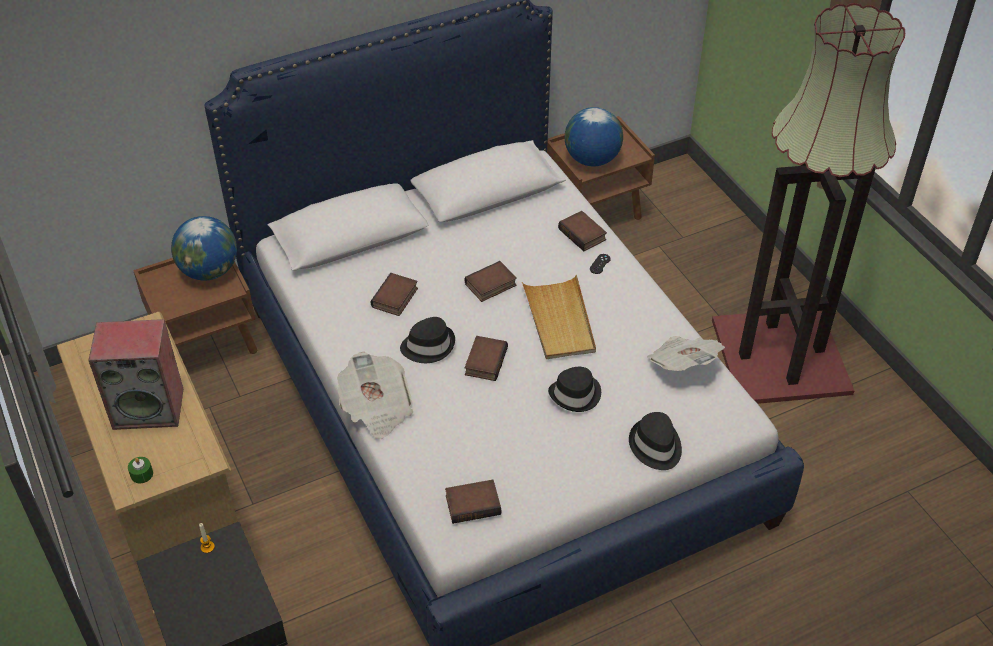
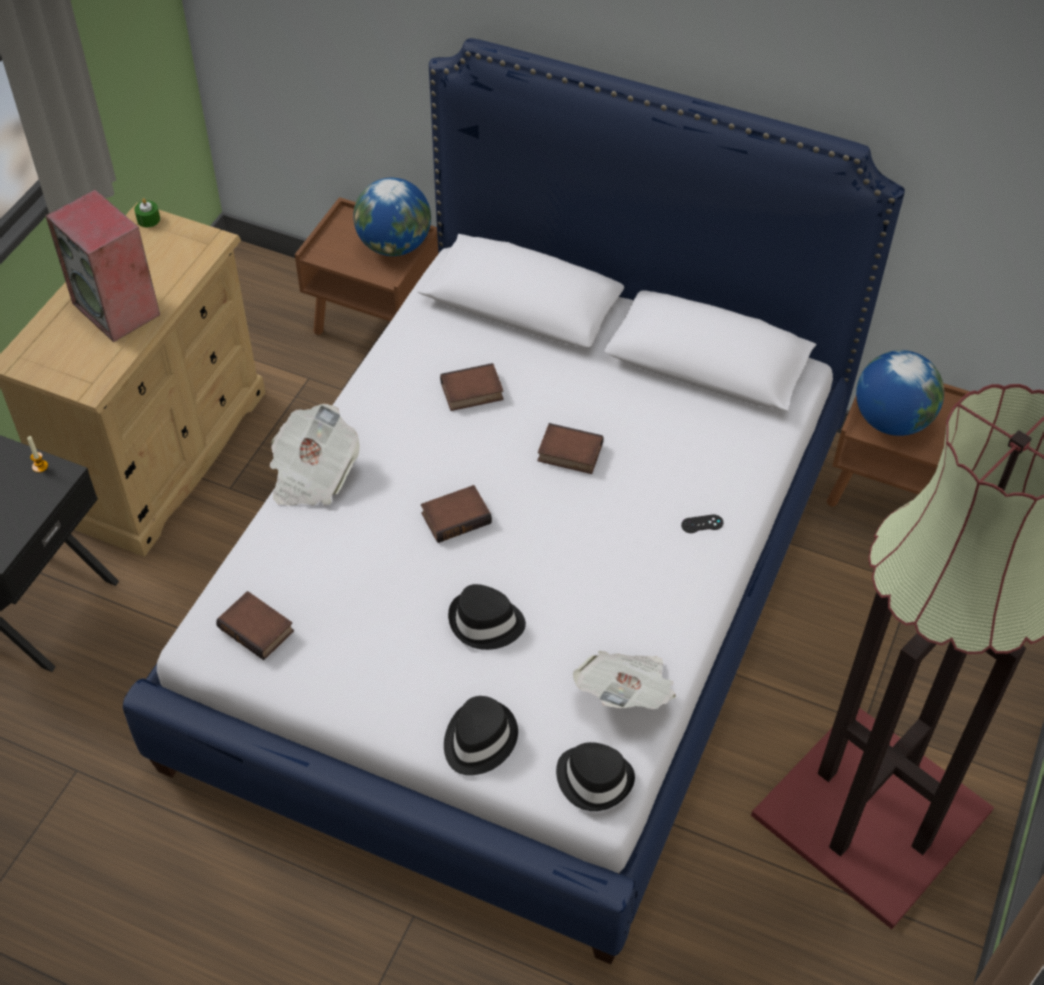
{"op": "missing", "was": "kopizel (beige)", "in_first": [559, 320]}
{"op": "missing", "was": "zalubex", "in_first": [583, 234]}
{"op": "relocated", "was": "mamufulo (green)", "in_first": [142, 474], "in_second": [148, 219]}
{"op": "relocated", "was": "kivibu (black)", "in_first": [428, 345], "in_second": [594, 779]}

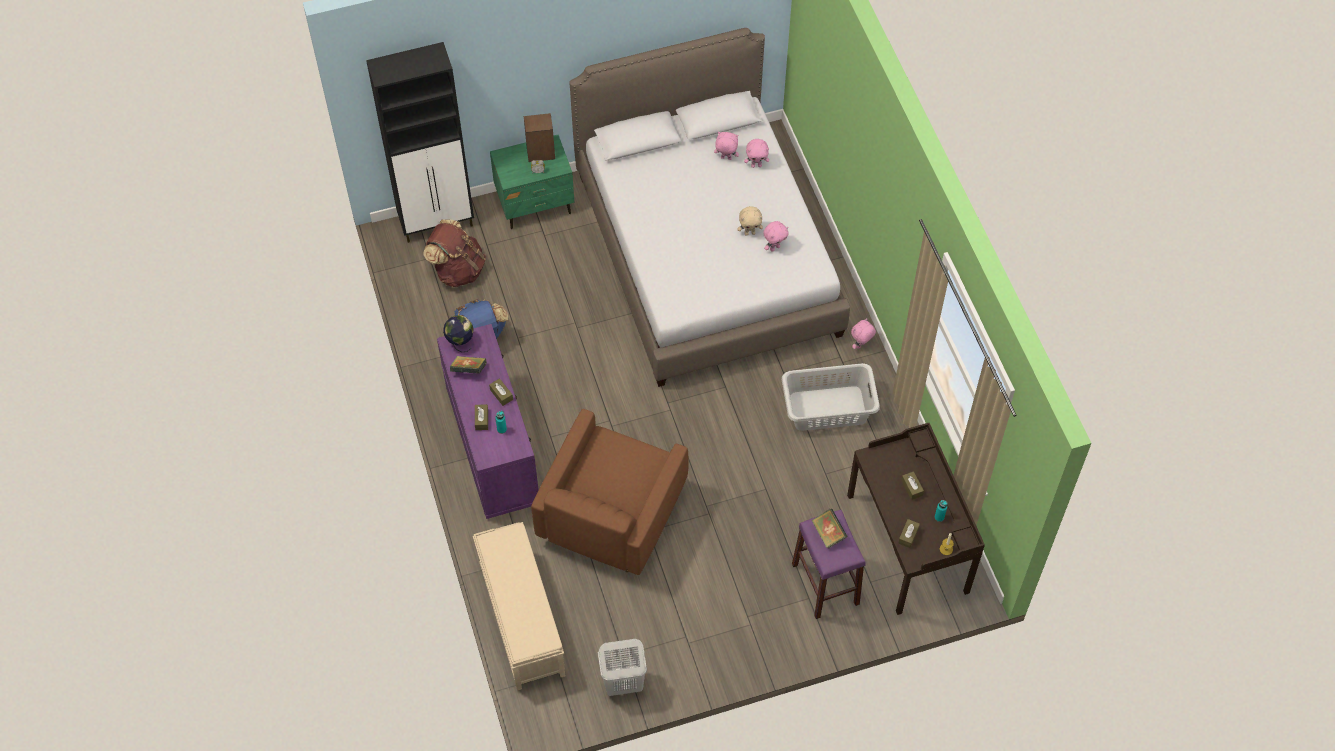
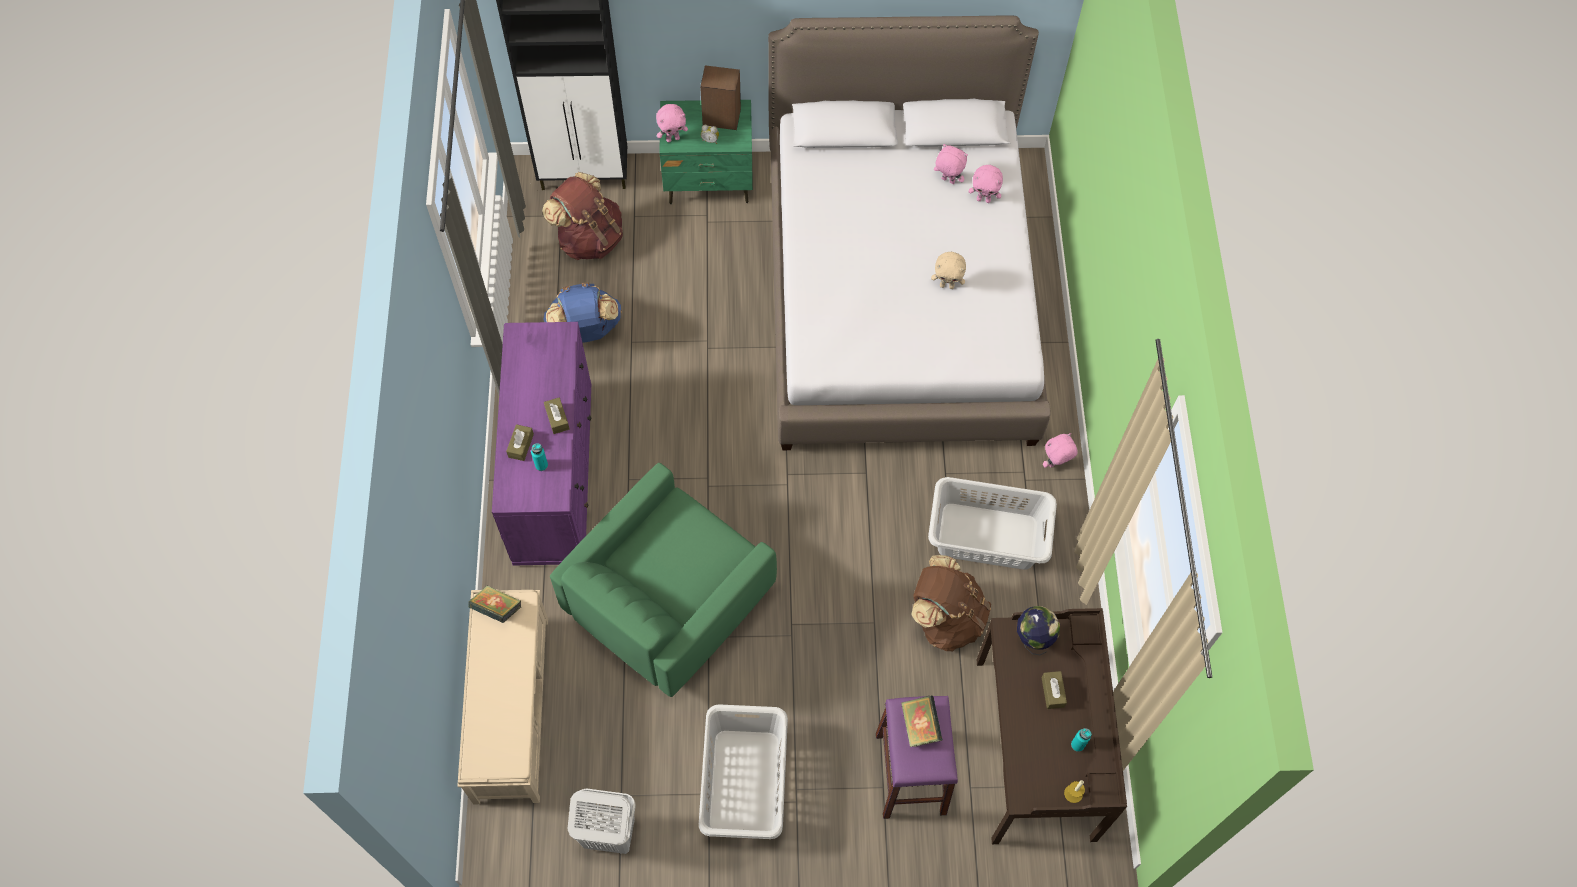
{"op": "missing", "was": "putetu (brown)", "in_first": [908, 536]}
{"op": "appeared", "now": "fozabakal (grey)", "in_second": [743, 782]}
{"op": "appeared", "now": "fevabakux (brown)", "in_second": [946, 618]}
{"op": "relocated", "was": "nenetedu", "in_first": [460, 342], "in_second": [1033, 638]}
{"op": "relocated", "was": "zalubex", "in_first": [469, 370], "in_second": [497, 609]}
{"op": "relocated", "was": "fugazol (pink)", "in_first": [774, 247], "in_second": [673, 138]}
{"op": "colour", "was": "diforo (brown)", "now": "diforo (green)", "in_first": [611, 515], "in_second": [669, 603]}

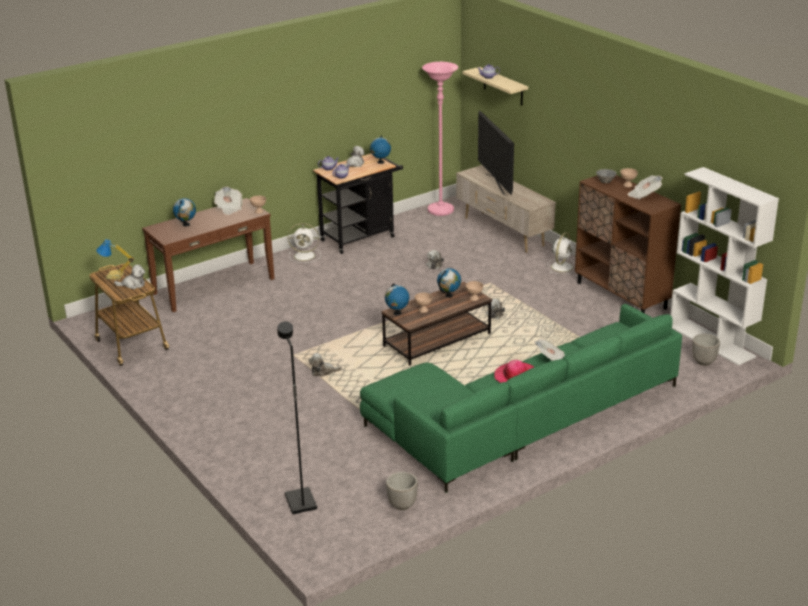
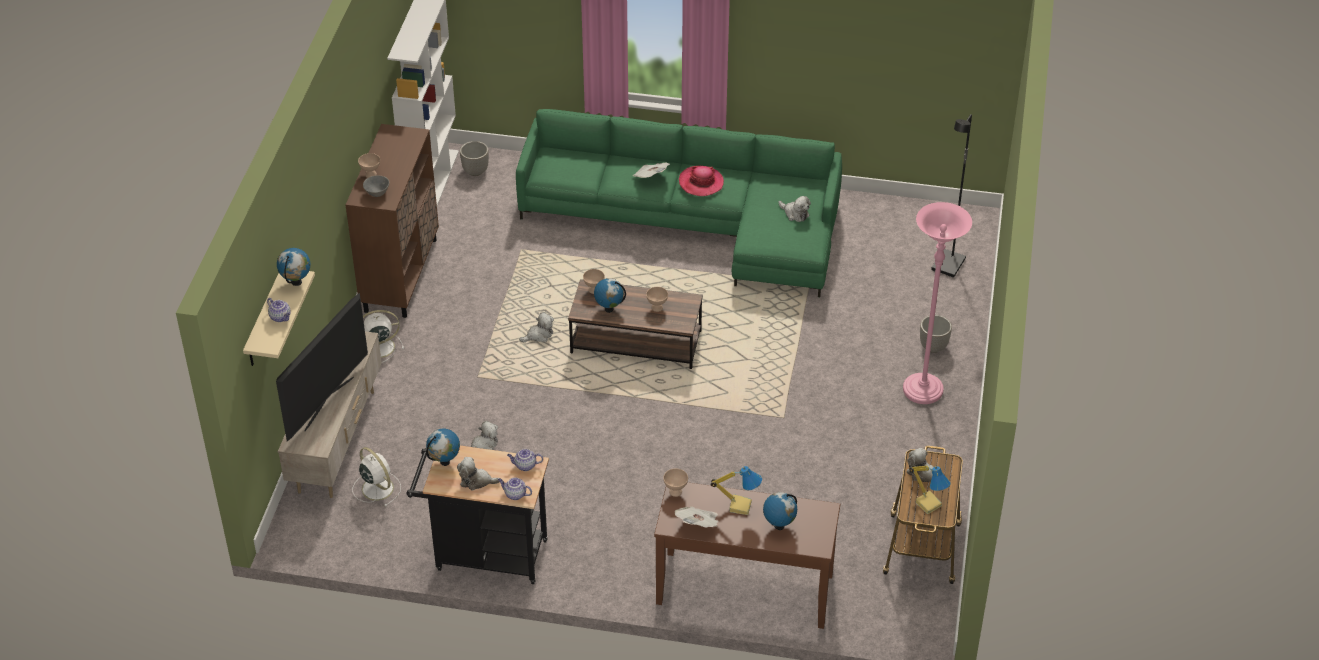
{"op": "missing", "was": "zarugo", "in_first": [644, 195]}
{"op": "appeared", "now": "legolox", "in_second": [740, 505]}
{"op": "relocated", "was": "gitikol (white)", "in_first": [305, 256], "in_second": [376, 488]}
{"op": "relocated", "was": "fugazol", "in_first": [323, 372], "in_second": [795, 214]}
{"op": "relocated", "was": "nenetedu", "in_first": [397, 313], "in_second": [296, 282]}
{"op": "relocated", "was": "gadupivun", "in_first": [402, 505], "in_second": [933, 347]}
{"op": "relocated", "was": "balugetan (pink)", "in_first": [440, 210], "in_second": [922, 391]}

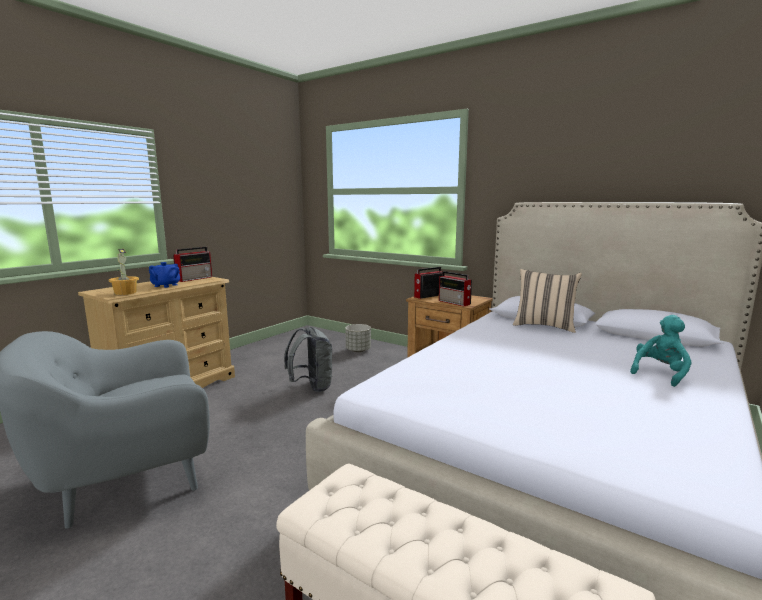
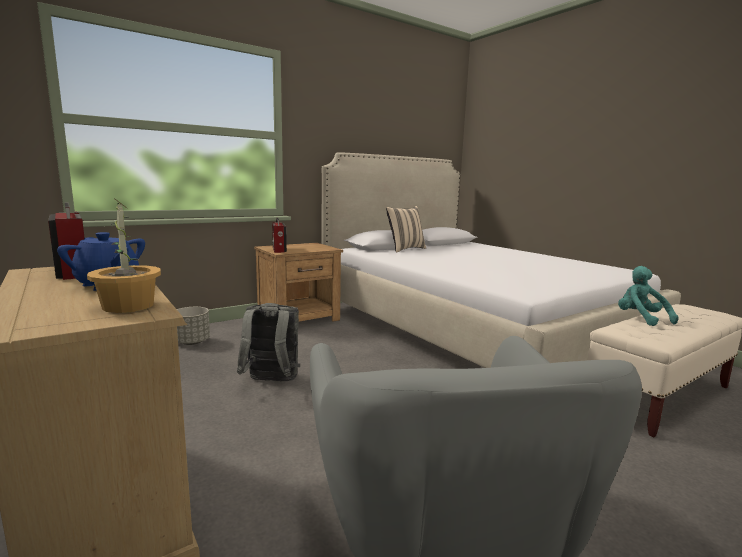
{"op": "missing", "was": "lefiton", "in_first": [455, 303]}
{"op": "relocated", "was": "fugazol (turquoise)", "in_first": [660, 373], "in_second": [640, 319]}

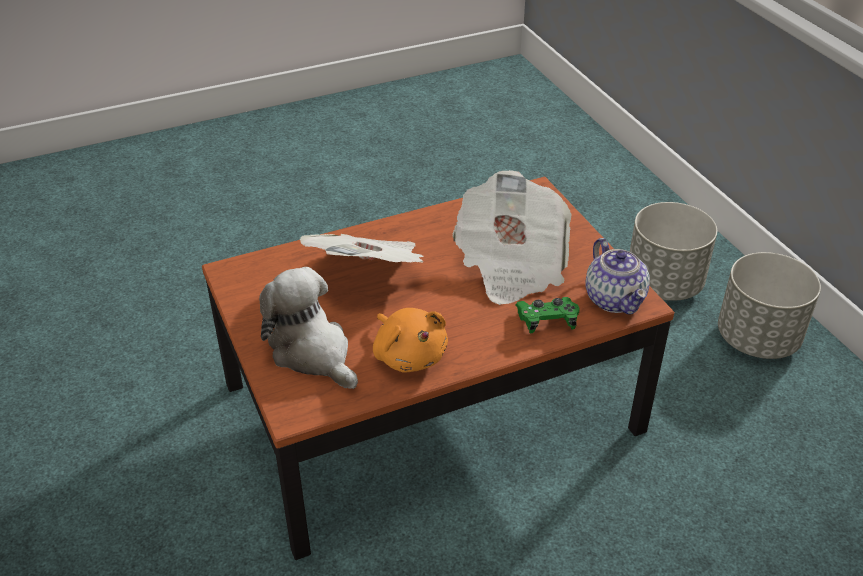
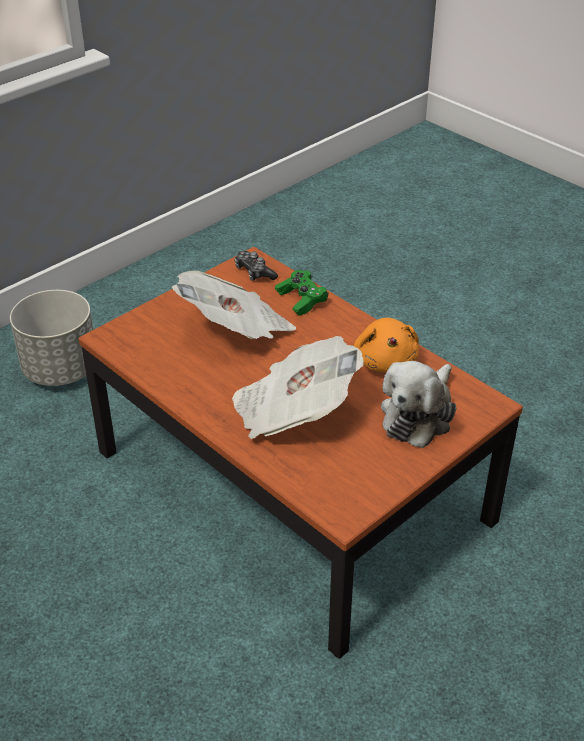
{"op": "missing", "was": "gadupivun (grey)", "in_first": [758, 339]}
{"op": "exchanged", "was": "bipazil", "now": "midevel", "in_first": [614, 299], "in_second": [254, 272]}
{"op": "spun", "was": "fugazol (orange)", "in_first": [409, 355], "in_second": [385, 360], "clockwise": 135}

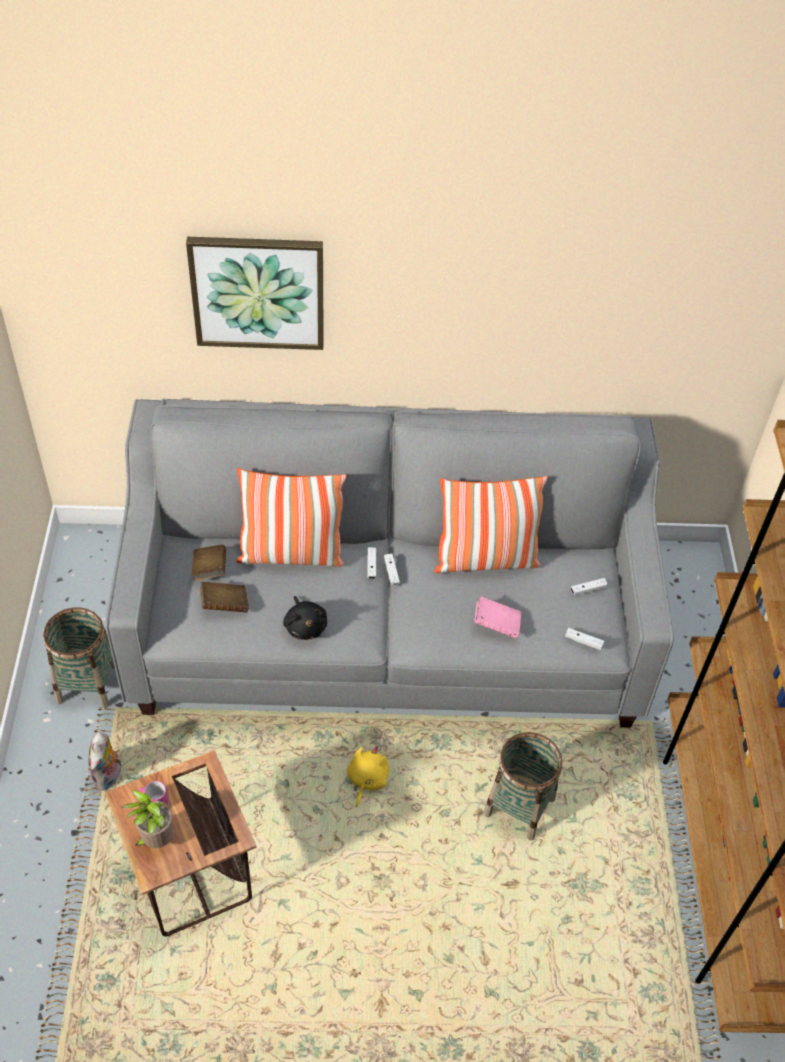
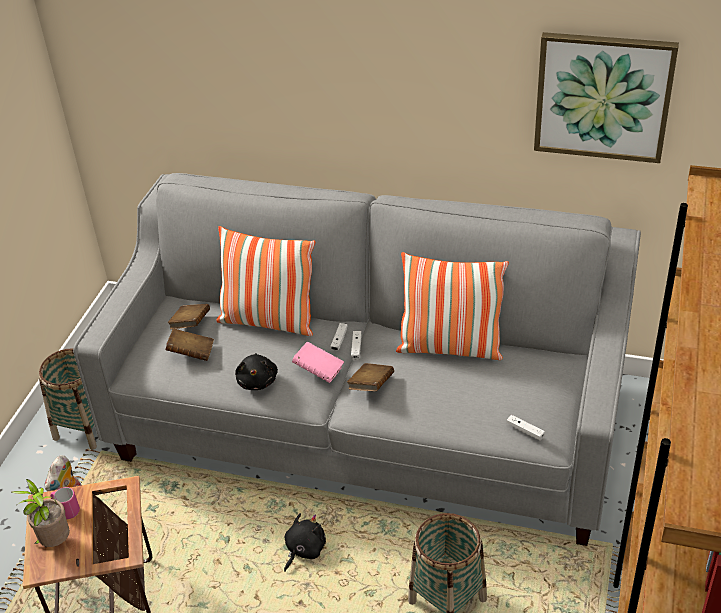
{"op": "missing", "was": "midevel (white)", "in_first": [588, 589]}
{"op": "appeared", "now": "zalubex (brown)", "in_second": [371, 386]}
{"op": "relocated", "was": "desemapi", "in_first": [258, 292], "in_second": [603, 96]}
{"op": "relocated", "was": "zalubex (pink)", "in_first": [496, 625], "in_second": [319, 371]}
{"op": "colour", "was": "fugazol (yellow)", "now": "fugazol (black)", "in_first": [366, 780], "in_second": [304, 550]}

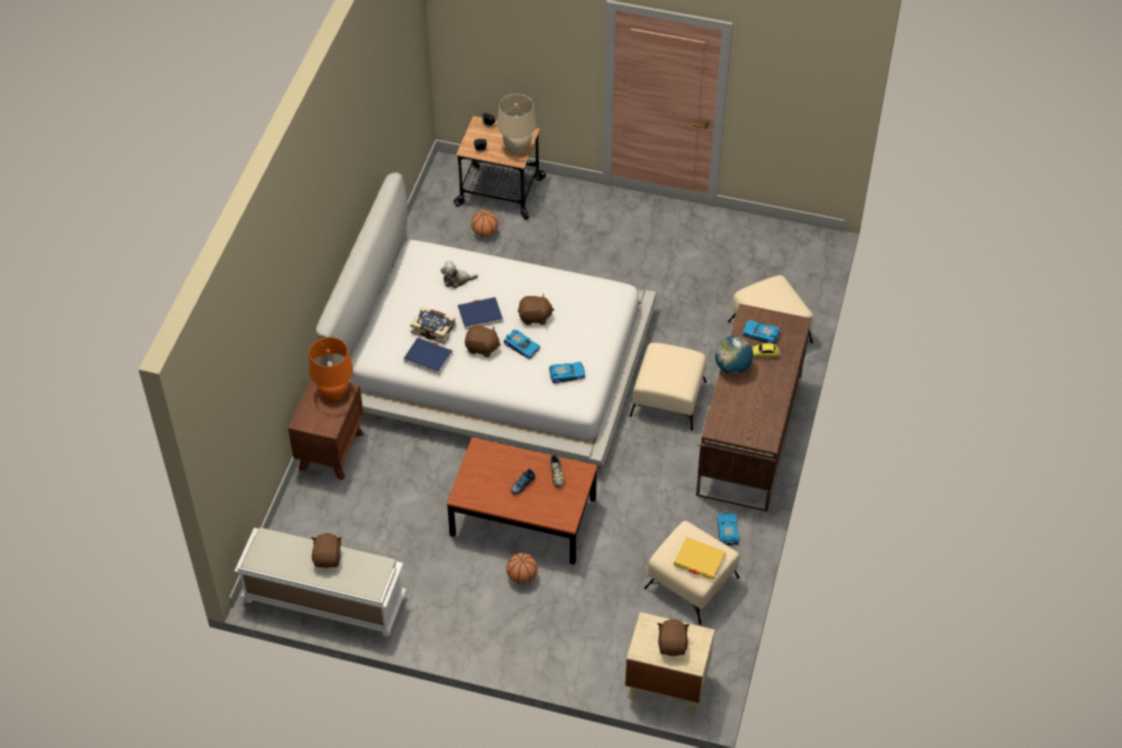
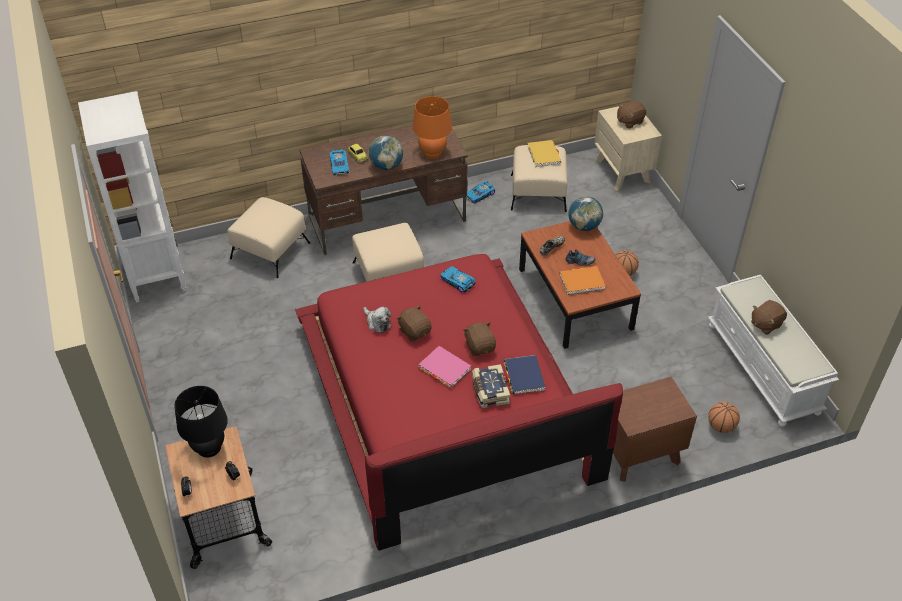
{"op": "missing", "was": "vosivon", "in_first": [522, 346]}
{"op": "appeared", "now": "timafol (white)", "in_second": [156, 274]}
{"op": "appeared", "now": "zalubex (orange)", "in_second": [582, 282]}
{"op": "appeared", "now": "nenetedu", "in_second": [584, 226]}
{"op": "relocated", "was": "legolox (orange)", "in_first": [334, 392], "in_second": [432, 152]}
{"op": "relocated", "was": "fugazol", "in_first": [457, 280], "in_second": [377, 322]}
{"op": "relocated", "was": "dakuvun", "in_first": [485, 232], "in_second": [721, 426]}
{"op": "colour", "was": "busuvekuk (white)", "now": "busuvekuk (red)", "in_first": [492, 361], "in_second": [445, 400]}
{"op": "colour", "was": "zalubex (blue)", "now": "zalubex (pink)", "in_first": [480, 314], "in_second": [444, 369]}
{"op": "colour", "was": "legolox (beige)", "now": "legolox (black)", "in_first": [517, 148], "in_second": [209, 447]}

